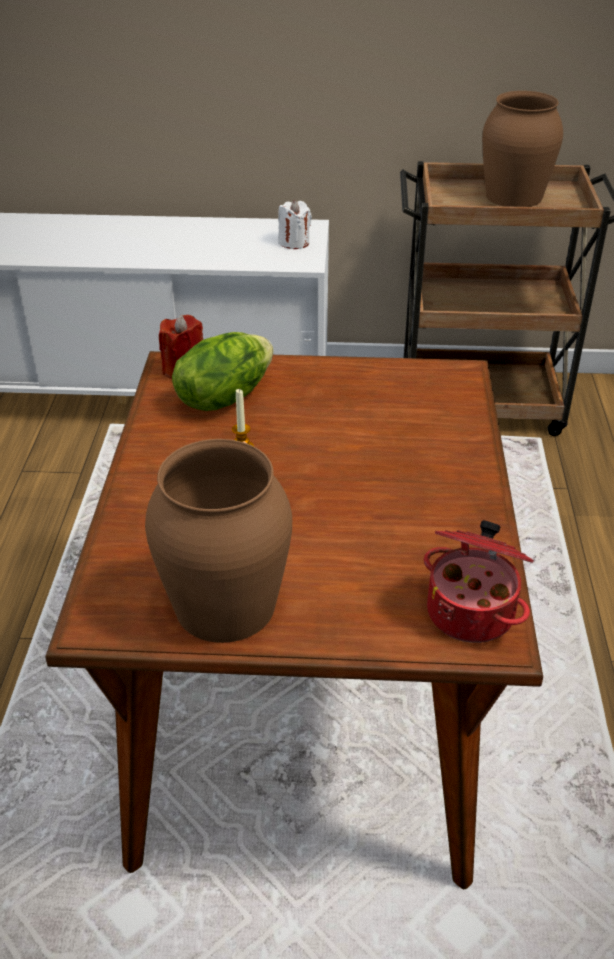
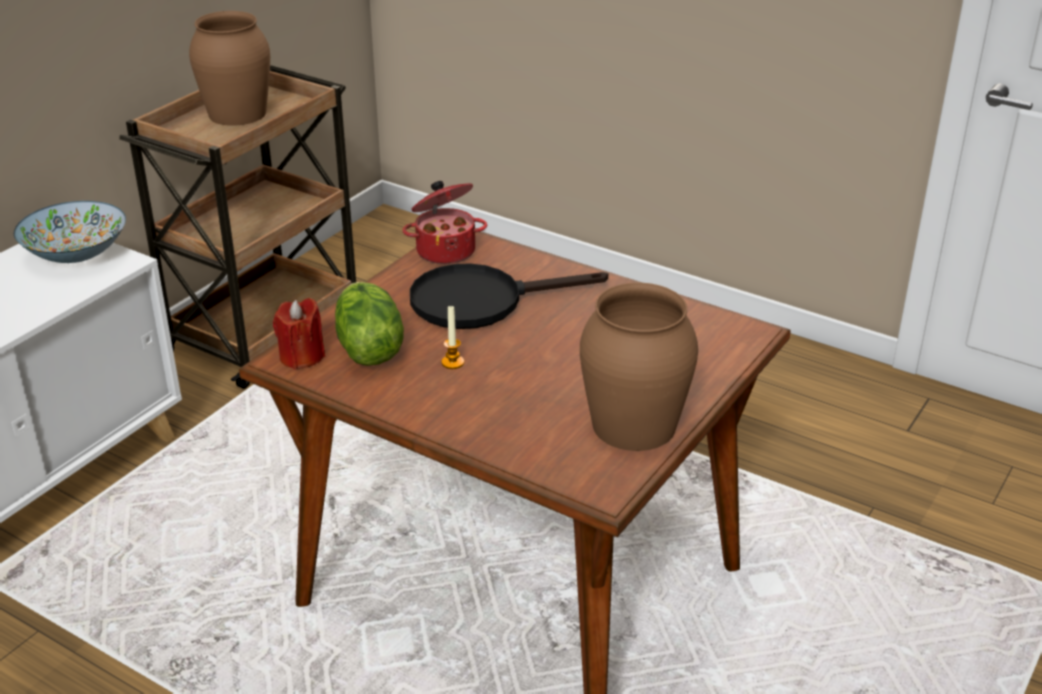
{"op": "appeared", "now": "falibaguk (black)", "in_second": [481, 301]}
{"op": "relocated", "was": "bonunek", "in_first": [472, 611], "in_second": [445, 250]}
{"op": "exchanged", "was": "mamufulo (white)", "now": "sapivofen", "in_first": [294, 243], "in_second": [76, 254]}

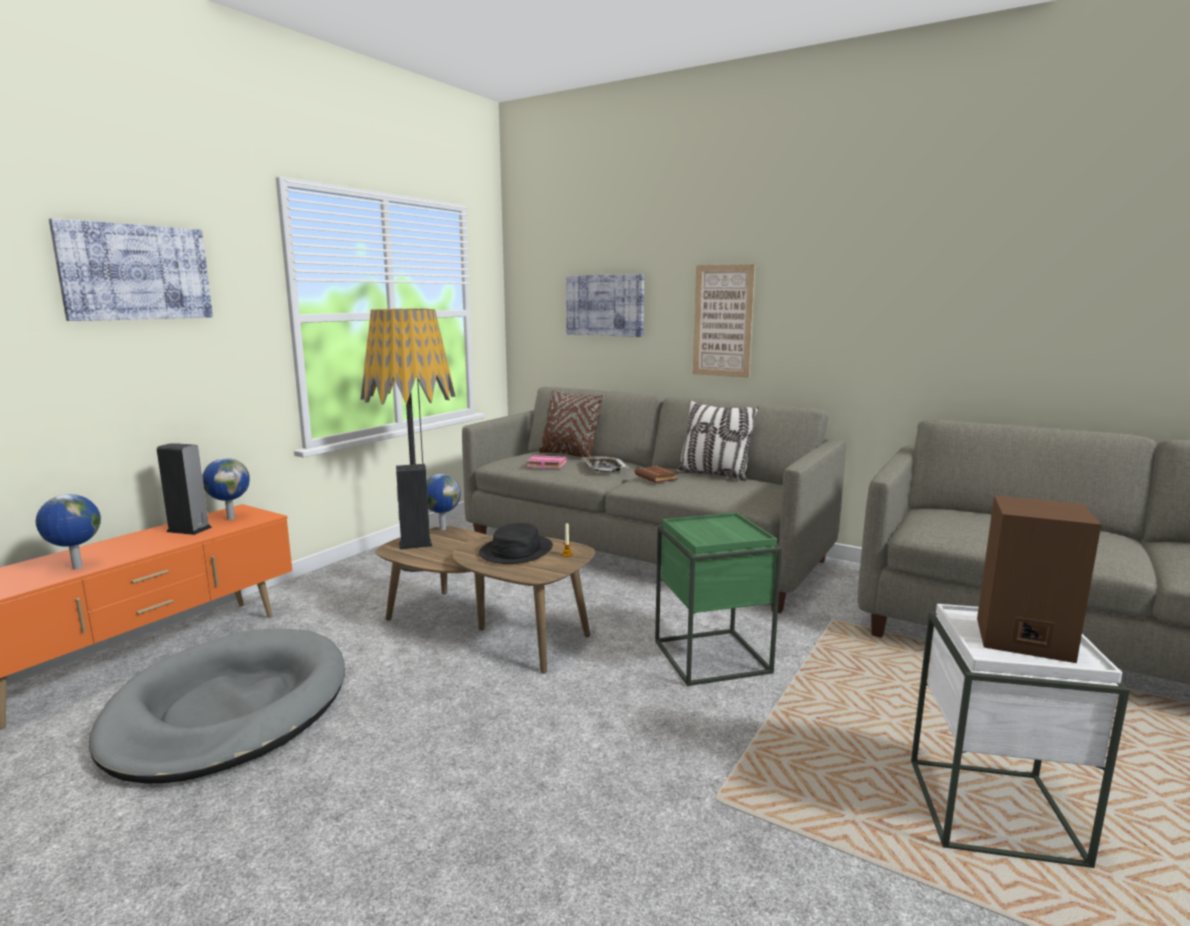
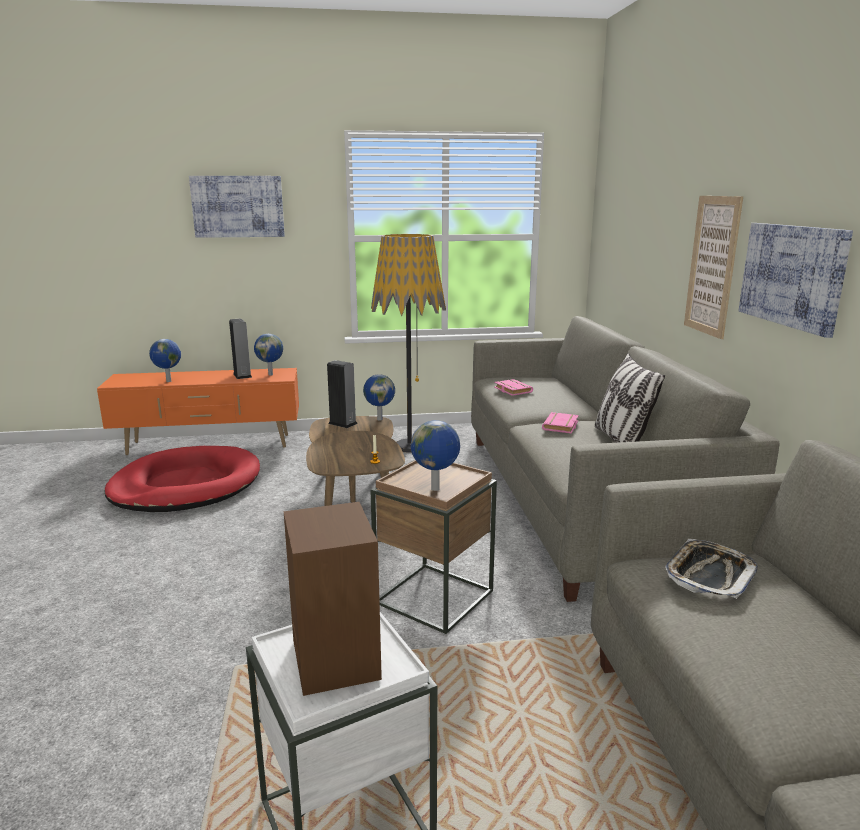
{"op": "missing", "was": "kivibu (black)", "in_first": [516, 551]}
{"op": "missing", "was": "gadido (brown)", "in_first": [569, 455]}
{"op": "appeared", "now": "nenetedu", "in_second": [436, 489]}
{"op": "relocated", "was": "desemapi", "in_first": [604, 305], "in_second": [792, 275]}
{"op": "relocated", "was": "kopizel", "in_first": [603, 468], "in_second": [709, 575]}
{"op": "colour", "was": "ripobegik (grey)", "now": "ripobegik (red)", "in_first": [229, 710], "in_second": [186, 485]}
{"op": "colour", "was": "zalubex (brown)", "now": "zalubex (pink)", "in_first": [657, 477], "in_second": [561, 426]}
{"op": "colour", "was": "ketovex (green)", "now": "ketovex (brown)", "in_first": [711, 656], "in_second": [434, 596]}

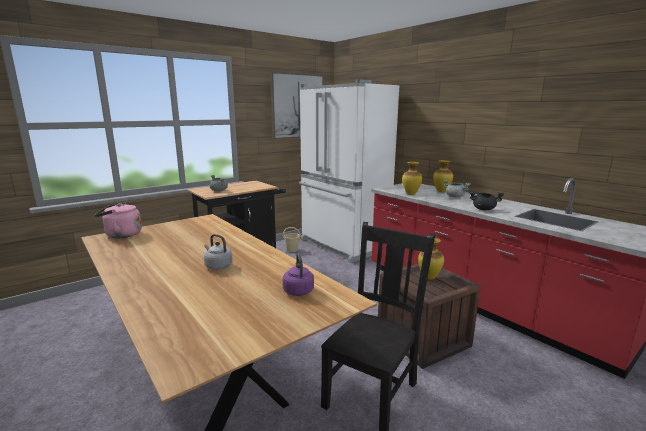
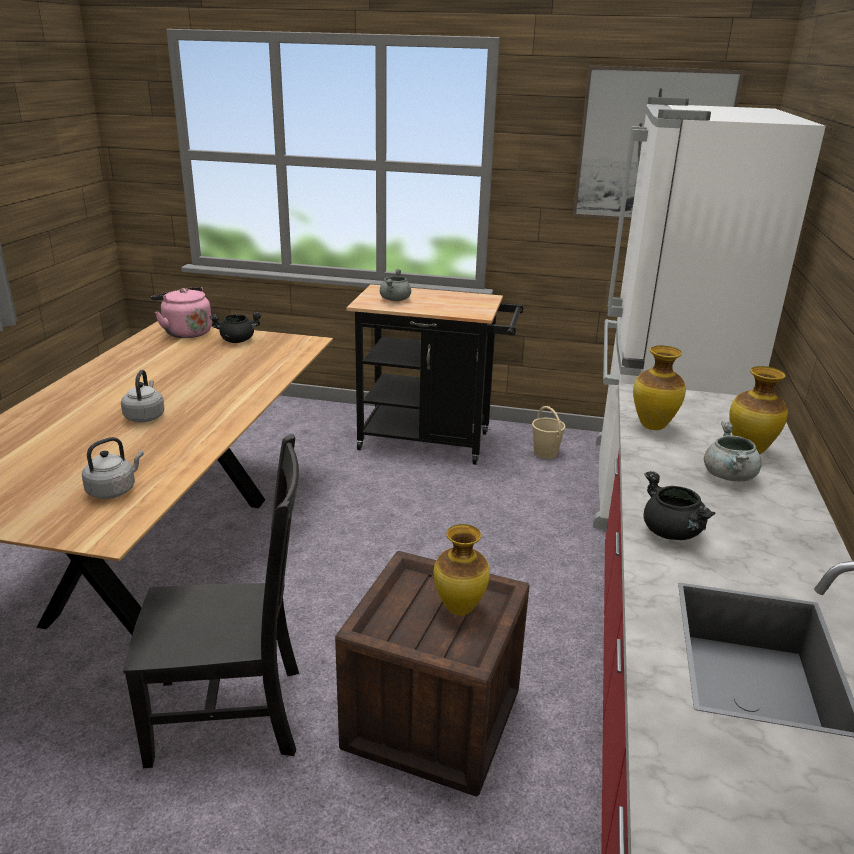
{"op": "appeared", "now": "bonunek (black)", "in_second": [237, 340]}
{"op": "colour", "was": "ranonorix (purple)", "now": "ranonorix (grey)", "in_first": [298, 290], "in_second": [114, 490]}

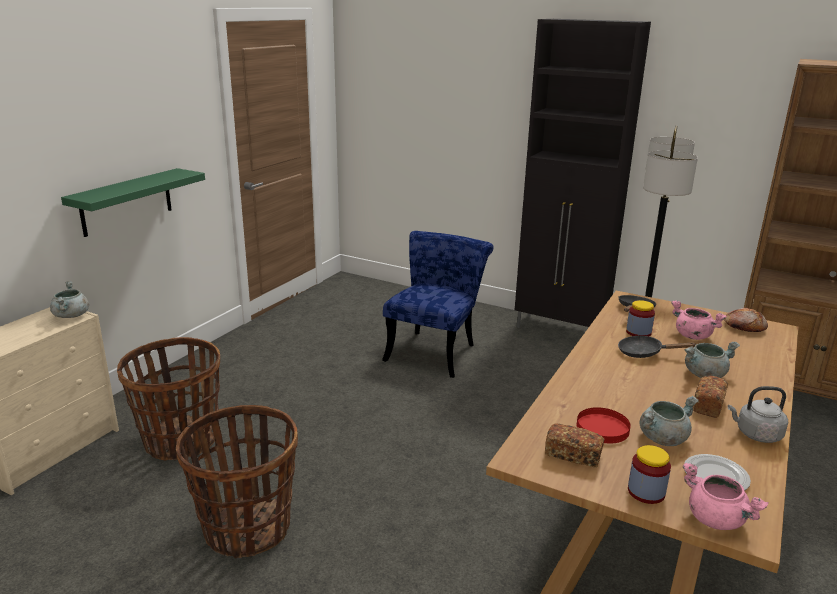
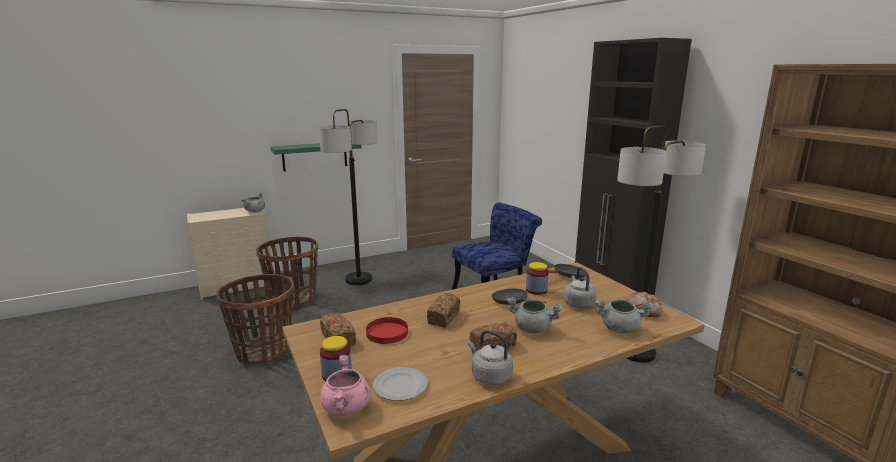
{"op": "appeared", "now": "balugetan", "in_second": [359, 279]}
{"op": "appeared", "now": "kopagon", "in_second": [444, 318]}
{"op": "relocated", "was": "bonunek (grey)", "in_first": [662, 438], "in_second": [620, 328]}
{"op": "exchanged", "was": "bonunek (pink)", "now": "ranonorix (grey)", "in_first": [692, 336], "in_second": [578, 303]}

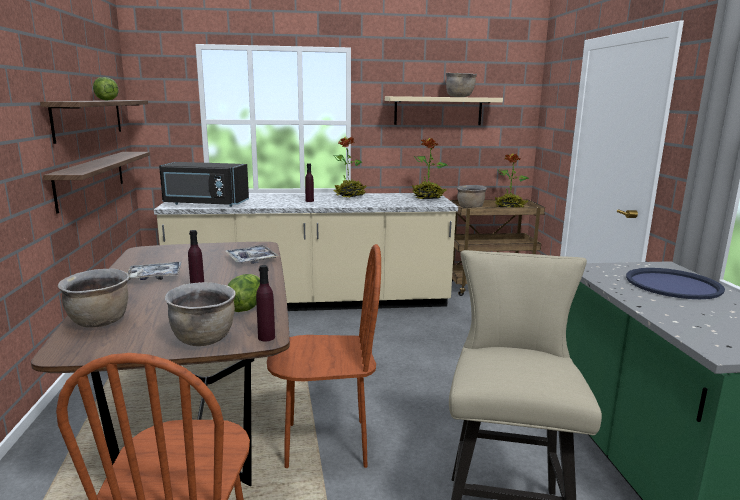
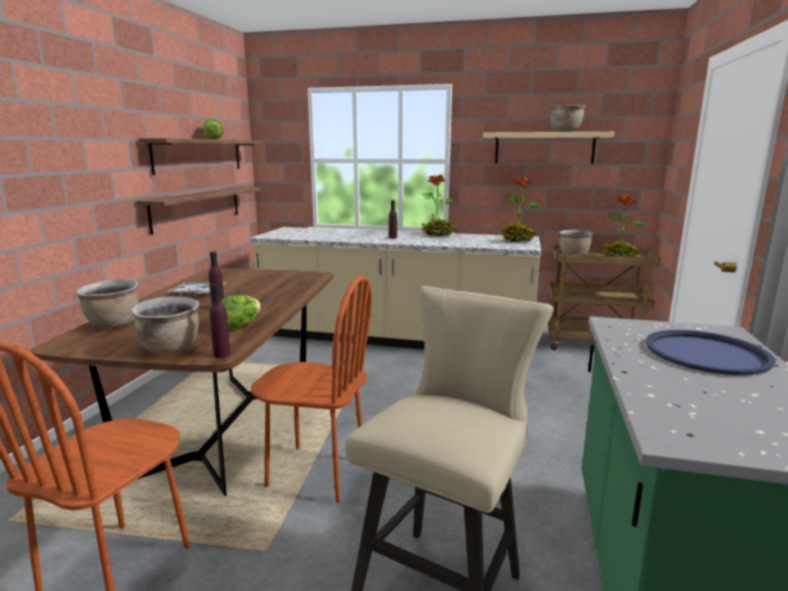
{"op": "missing", "was": "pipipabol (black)", "in_first": [204, 204]}
{"op": "missing", "was": "kopizel", "in_first": [251, 259]}

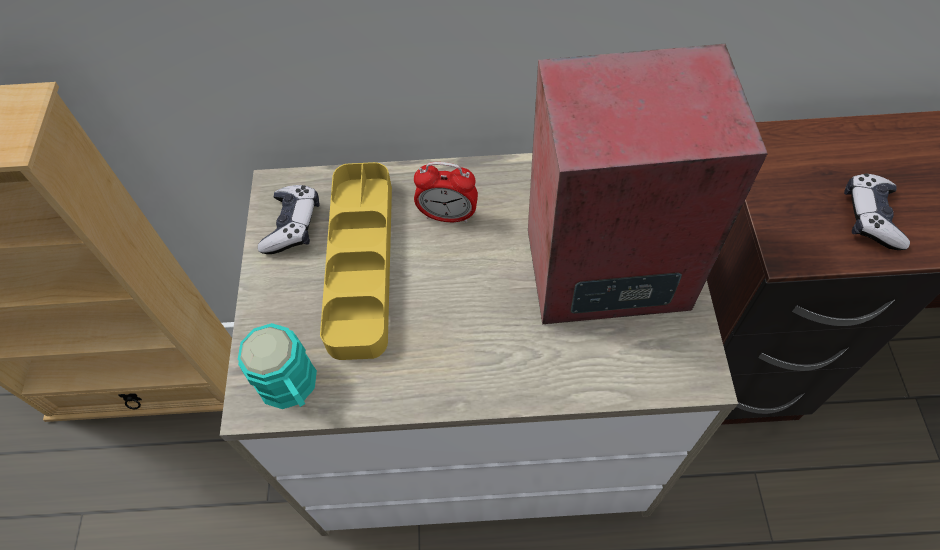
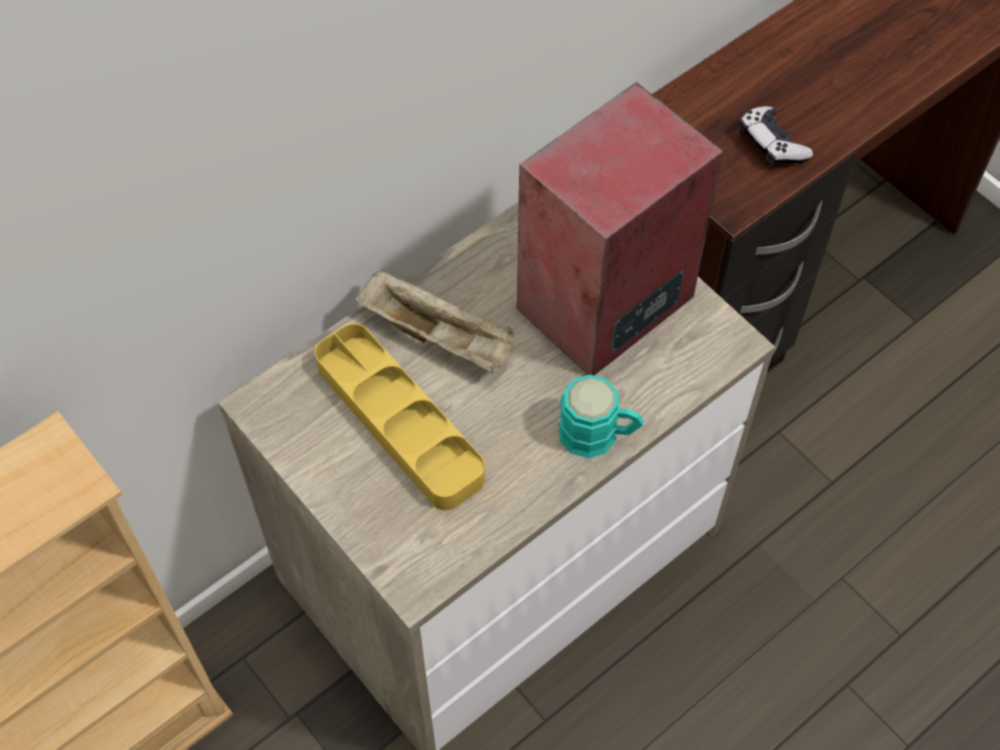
{"op": "missing", "was": "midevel", "in_first": [292, 226]}
{"op": "relocated", "was": "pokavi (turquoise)", "in_first": [292, 389], "in_second": [598, 435]}
{"op": "exchanged", "was": "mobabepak", "now": "kopizel (beige)", "in_first": [448, 215], "in_second": [438, 336]}

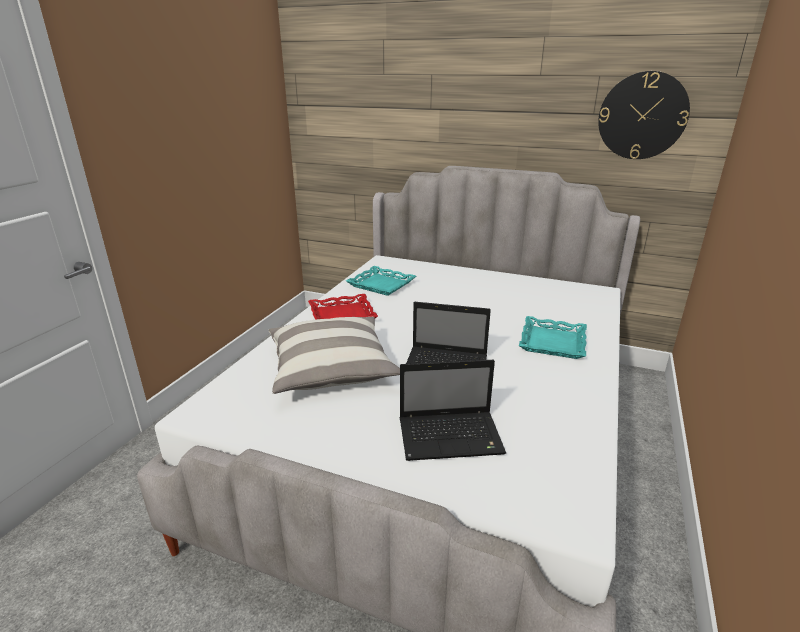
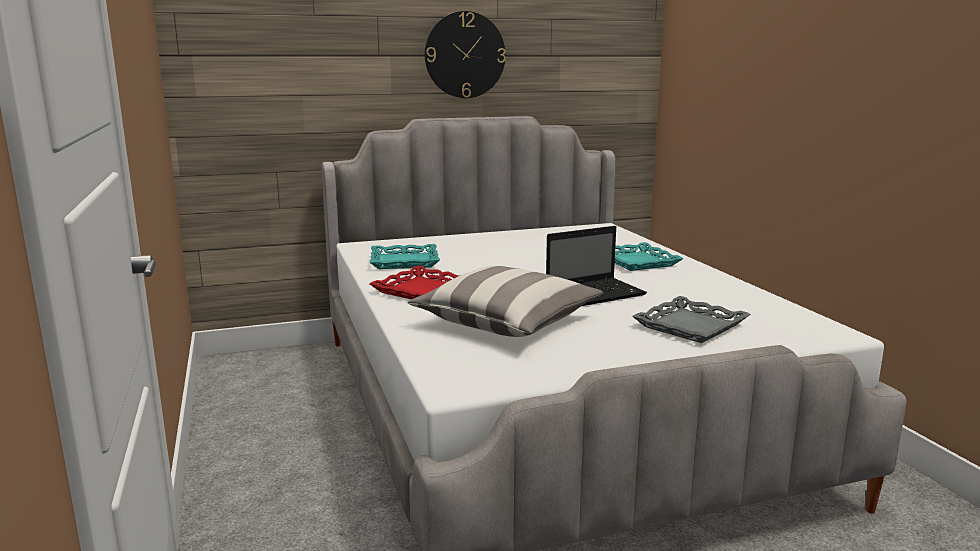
{"op": "relocated", "was": "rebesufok", "in_first": [642, 116], "in_second": [465, 55]}
{"op": "exchanged", "was": "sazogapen", "now": "kopizel (grey)", "in_first": [452, 436], "in_second": [690, 326]}

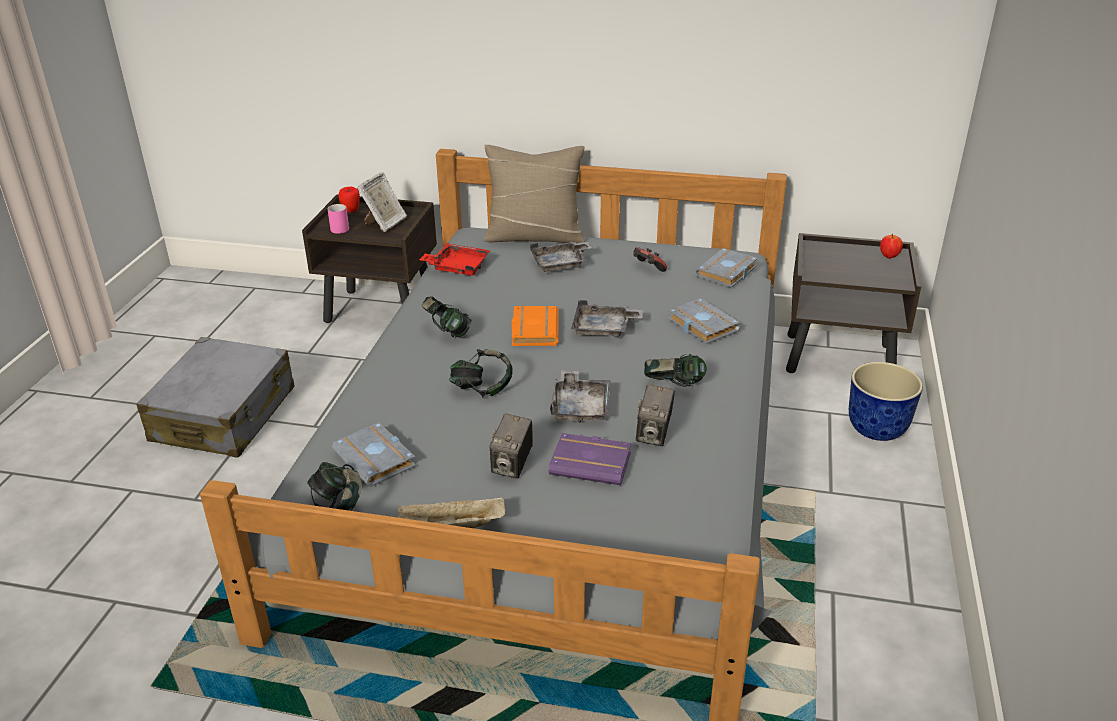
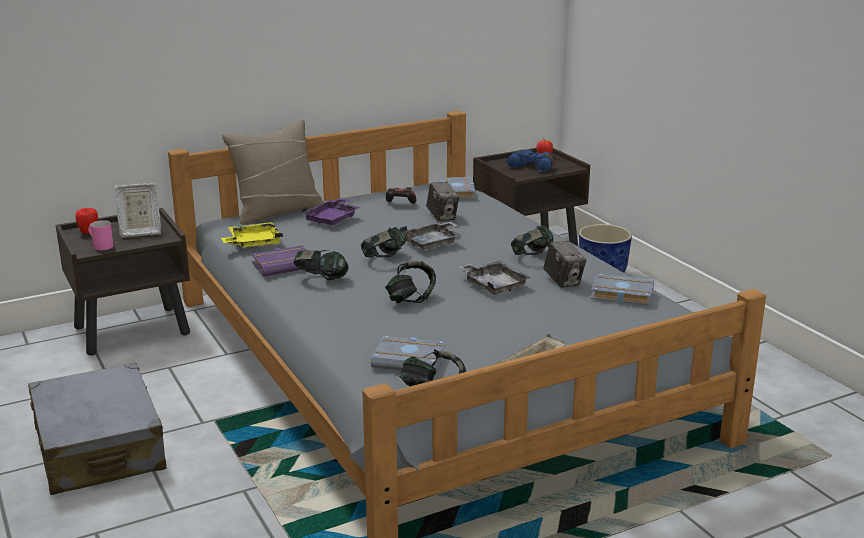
{"op": "appeared", "now": "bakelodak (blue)", "in_second": [532, 166]}
{"op": "relocated", "was": "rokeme", "in_first": [512, 465], "in_second": [442, 217]}
{"op": "relocated", "was": "zalubex (purple)", "in_first": [592, 463], "in_second": [284, 265]}
{"op": "relocated", "was": "zalubex (grey)", "in_first": [700, 325], "in_second": [620, 295]}
{"op": "exchanged", "was": "zalubex (orange)", "now": "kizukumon", "in_first": [533, 330], "in_second": [384, 259]}
{"op": "colour", "was": "kopizel (red)", "now": "kopizel (yellow)", "in_first": [457, 267], "in_second": [253, 243]}
{"op": "colour", "was": "kopizel (grey)", "now": "kopizel (purple)", "in_first": [561, 264], "in_second": [333, 219]}
{"op": "spun", "was": "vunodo", "in_first": [384, 224], "in_second": [140, 232], "clockwise": 90}

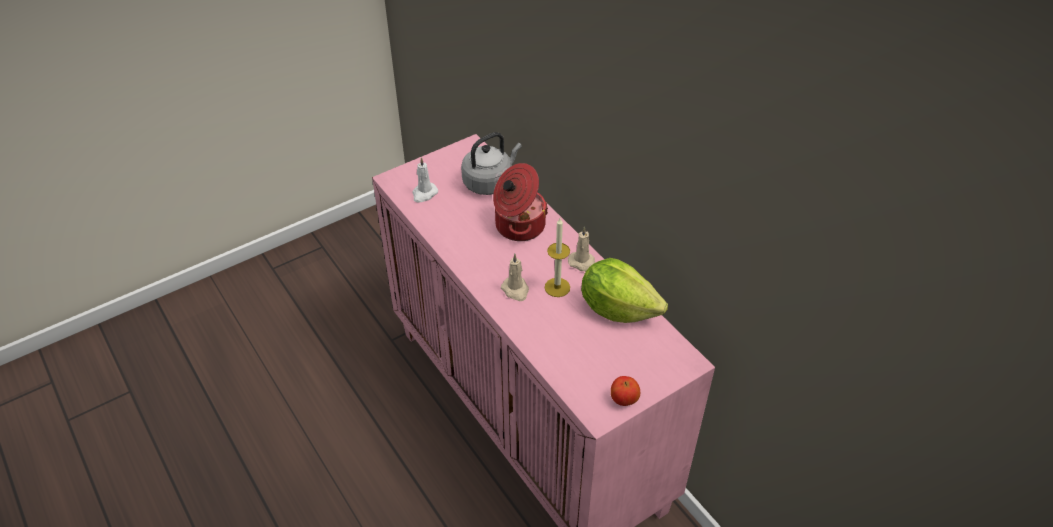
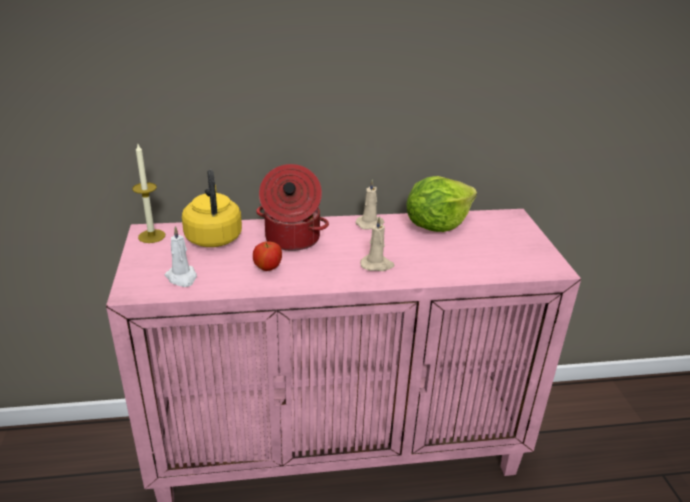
{"op": "relocated", "was": "mamufulo", "in_first": [557, 287], "in_second": [151, 236]}
{"op": "relocated", "was": "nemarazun", "in_first": [624, 400], "in_second": [268, 268]}
{"op": "colour", "was": "ranonorix (grey)", "now": "ranonorix (yellow)", "in_first": [490, 182], "in_second": [213, 236]}

